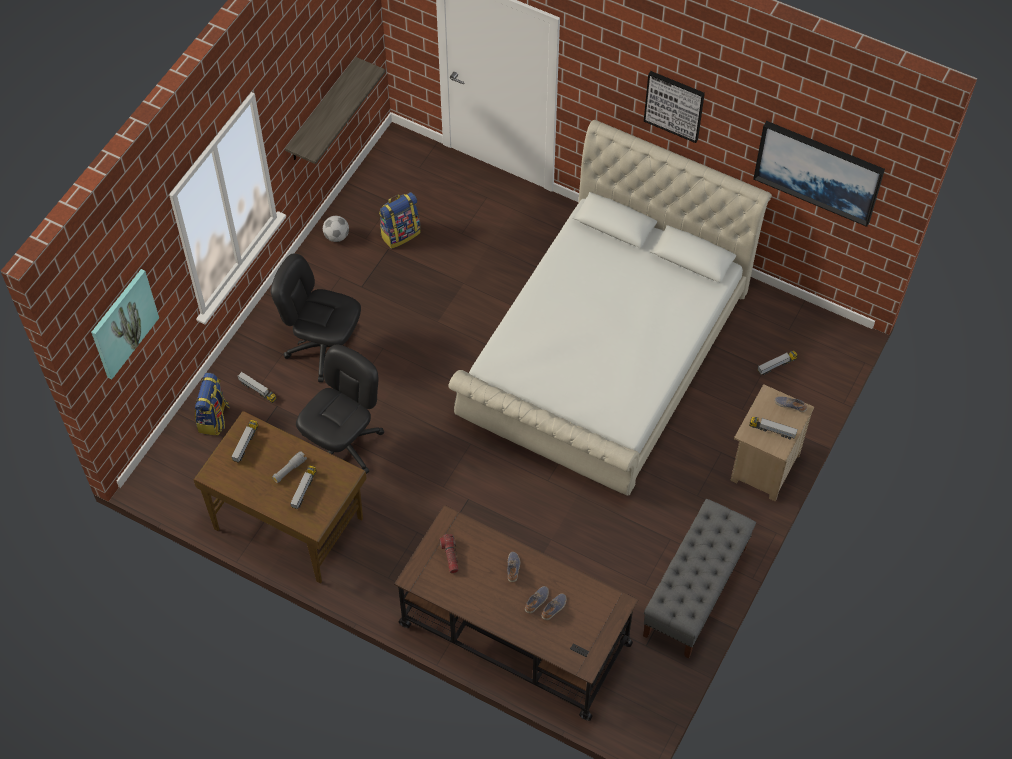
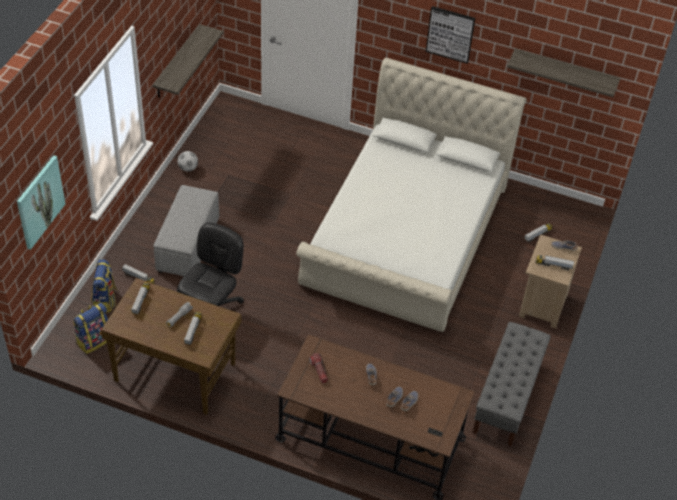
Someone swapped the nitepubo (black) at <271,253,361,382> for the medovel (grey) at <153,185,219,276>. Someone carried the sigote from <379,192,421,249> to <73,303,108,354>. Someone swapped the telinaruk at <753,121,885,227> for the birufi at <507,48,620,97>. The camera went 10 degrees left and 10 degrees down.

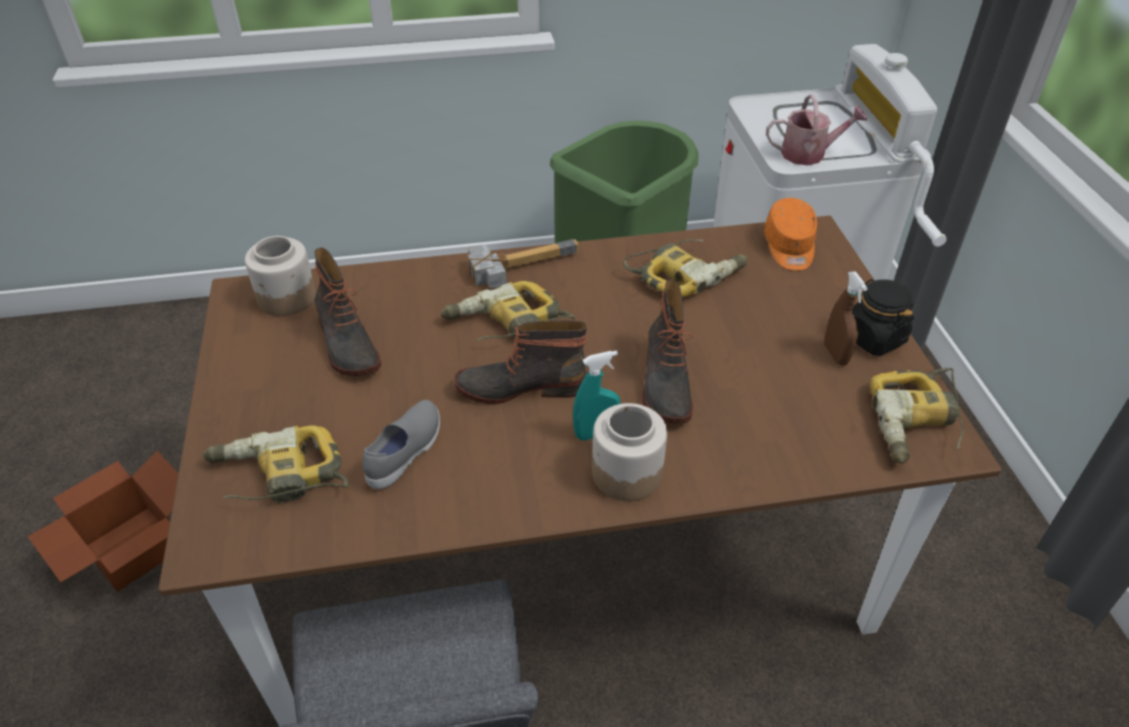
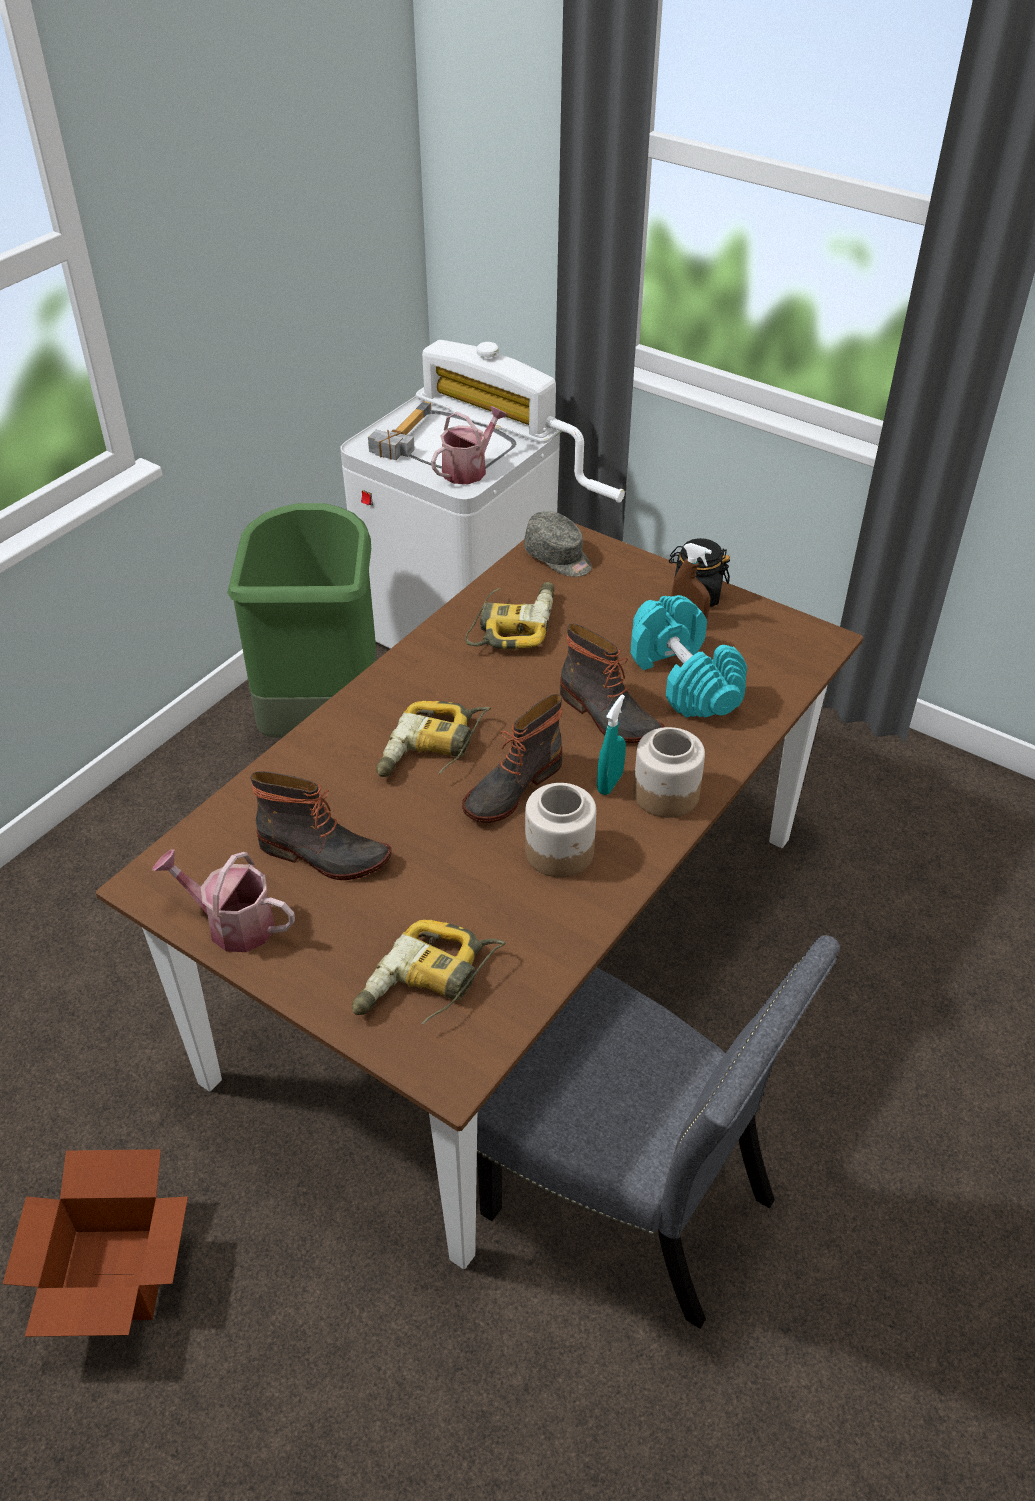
Someone carried the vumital from <245,236,316,316> to <525,783,596,878>. Someone took away the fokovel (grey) at <363,400,440,489>. Someone carried the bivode from <468,239,579,289> to <368,401,431,460>. Someone repainted the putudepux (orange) at <764,198,817,271>, which became the putudepux (grey) at <524,511,592,577>. Someone took away the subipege at <870,368,964,464>. Someone put down the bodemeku at <152,849,295,952>. Someone put down the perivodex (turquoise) at <631,595,747,718>. The camera went 45 degrees left and 0 degrees up.

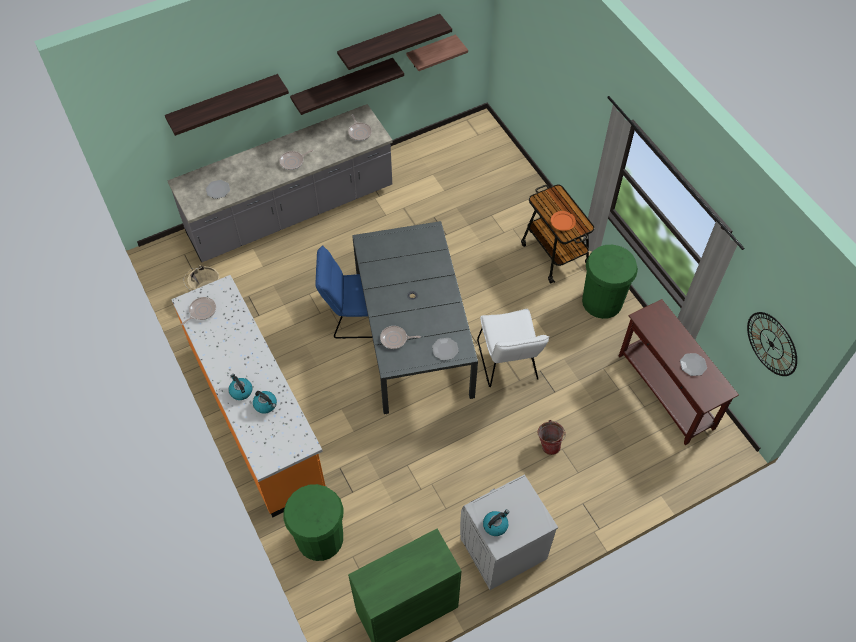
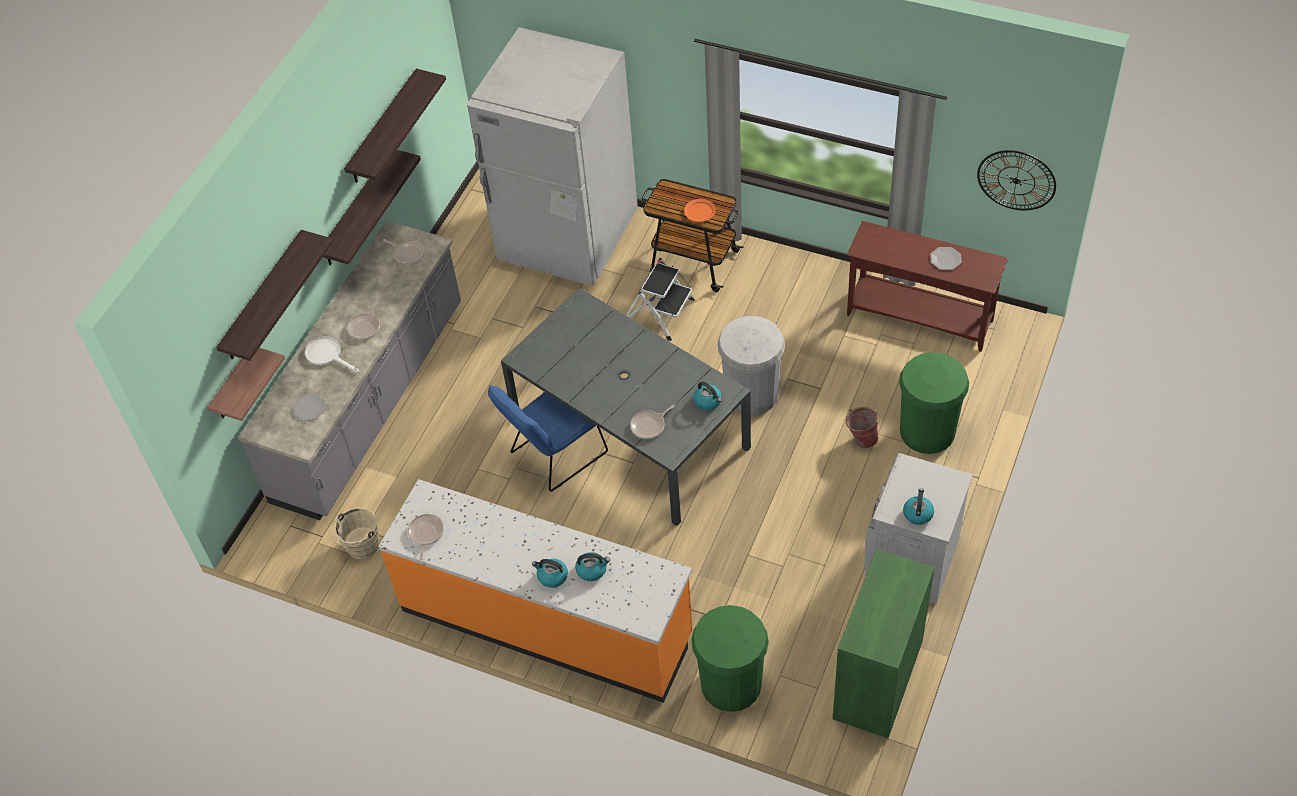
Someone carried the birufi from <406,34,468,71> to <207,348,285,421>. Someone swapped the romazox at <432,338,459,360> for the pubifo at <693,381,722,410>. Someone swapped the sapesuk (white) at <477,309,549,387> for the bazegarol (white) at <717,316,785,416>. Someone carried the bazegarol (green) from <582,245,638,319> to <899,352,969,454>. Someone put down the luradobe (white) at <305,336,359,373>. Someone put down the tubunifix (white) at <467,27,638,286>. Someone put down the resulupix at <626,258,695,341>. The camera went 35 degrees left and 5 degrees down.

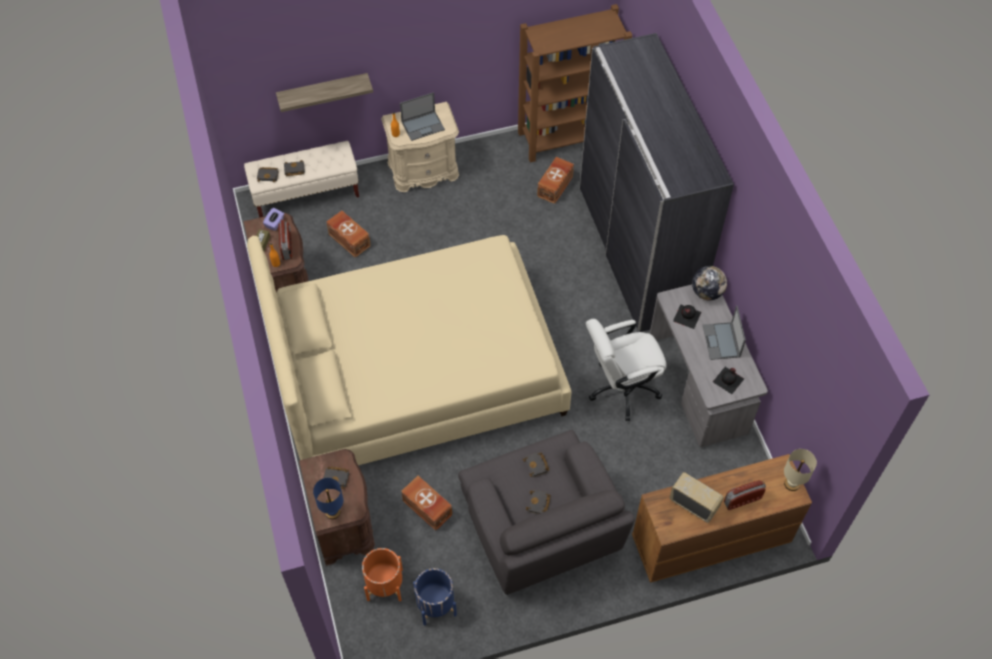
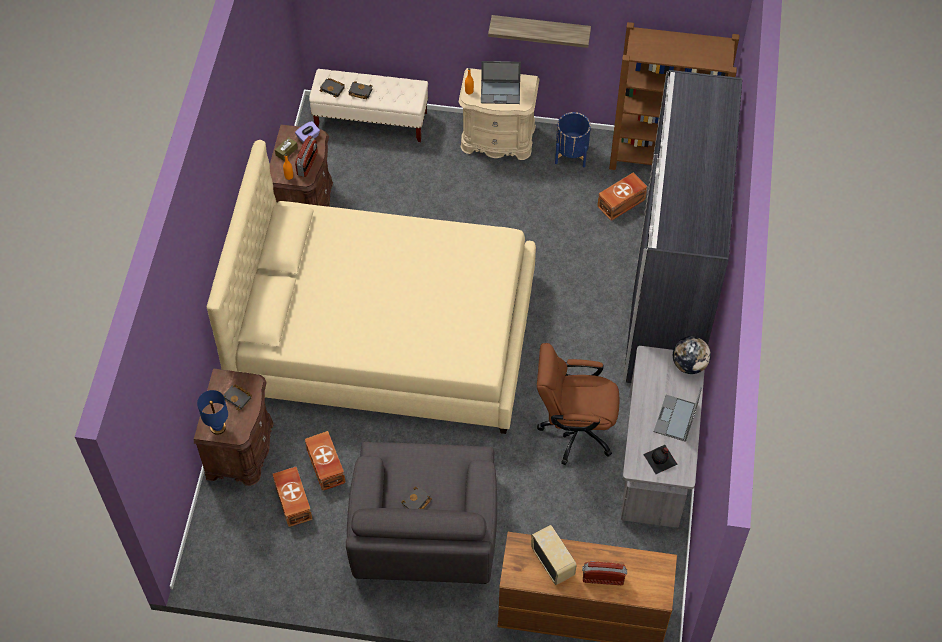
Someone carried the birufi from <276,73,373,112> to <488,15,591,48>. Someone carried the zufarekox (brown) from <326,210,371,258> to <273,467,312,527>. Someone took away the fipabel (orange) at <362,548,403,601>. Someone carried the fipabel (blue) from <413,568,457,625> to <555,112,591,167>. Someone took away the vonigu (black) at <523,452,549,477>. Someone repainted the nitepubo (white) at <586,319,666,421>, which became the nitepubo (brown) at <537,343,619,465>. Someone took away the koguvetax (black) at <673,304,701,329>. Someone took away the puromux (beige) at <784,449,817,491>. The camera went 25 degrees right and 0 degrees up.

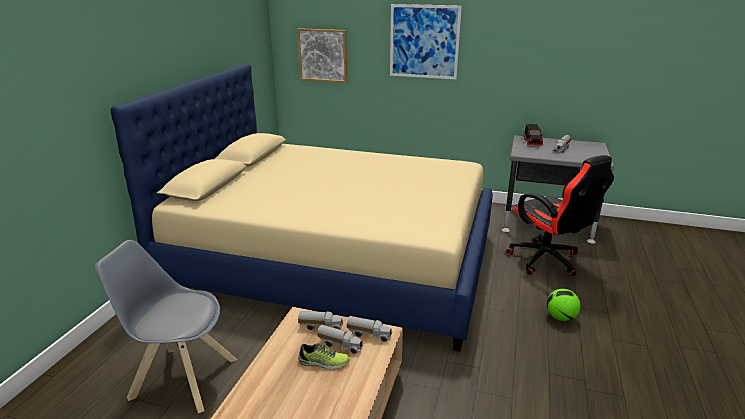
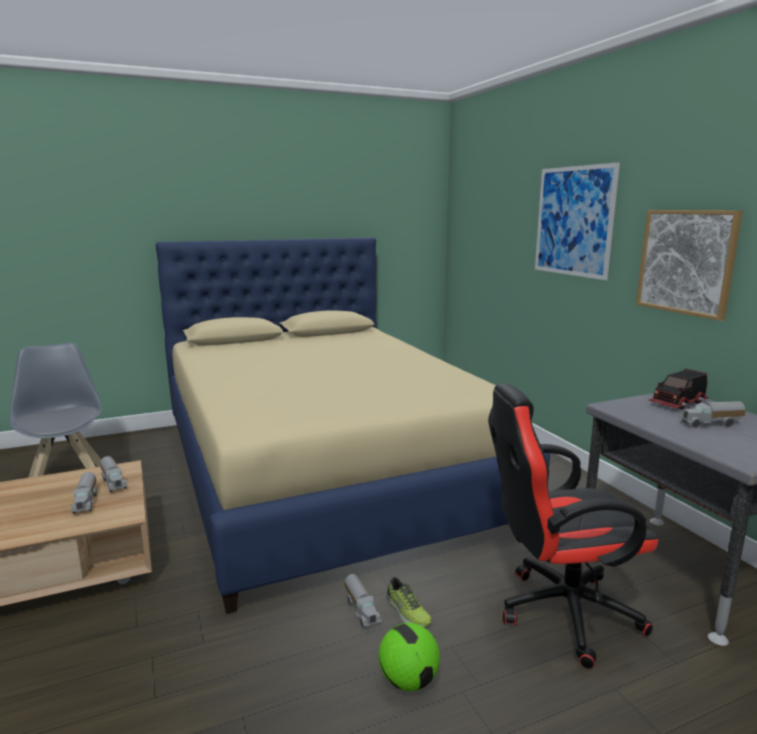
Someone carried the telinaruk from <297,28,347,83> to <636,210,743,321>. Someone carried the fokovel from <298,343,350,370> to <386,577,432,627>. Someone carried the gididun from <347,316,393,342> to <344,574,382,628>. Someone rotated the nitepubo (black) at <506,155,614,276> by 60 degrees clockwise. The camera went 50 degrees right and 10 degrees down.

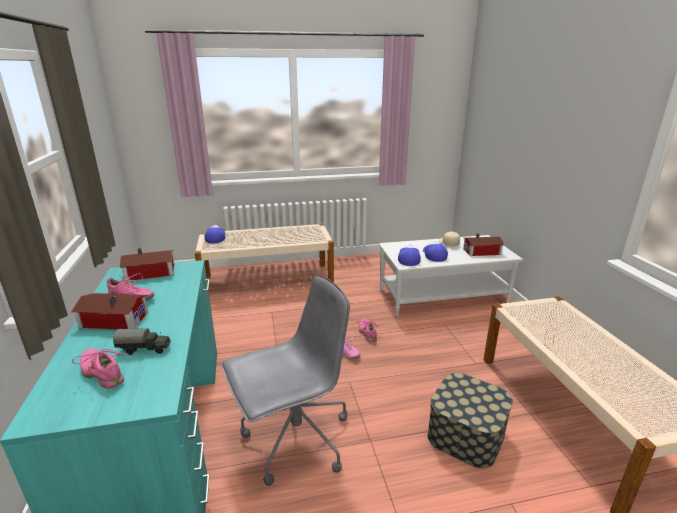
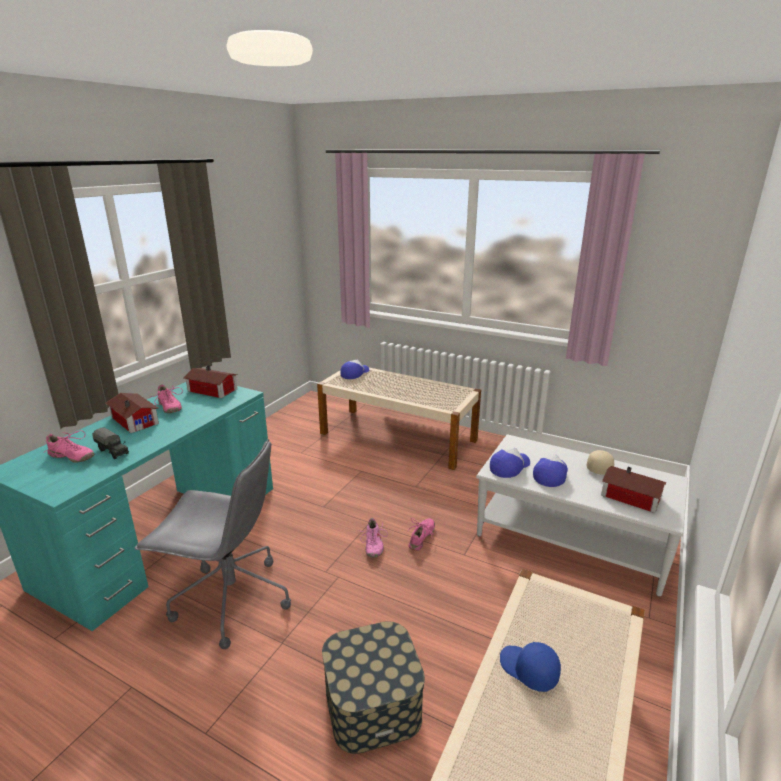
Someone rotated the fokovel (pink) at <72,348,129,389> by 120 degrees clockwise. Someone put down the putudepux (blue) at <500,642,561,692>. The camera went 40 degrees right and 0 degrees up.

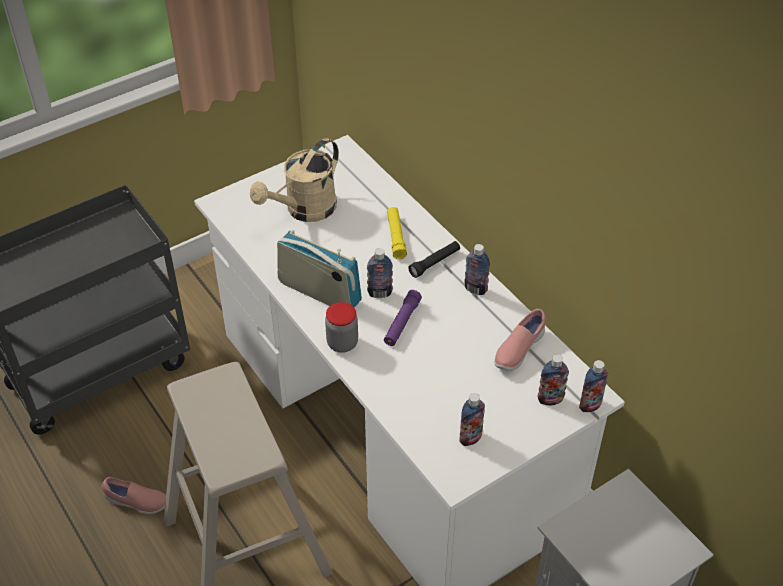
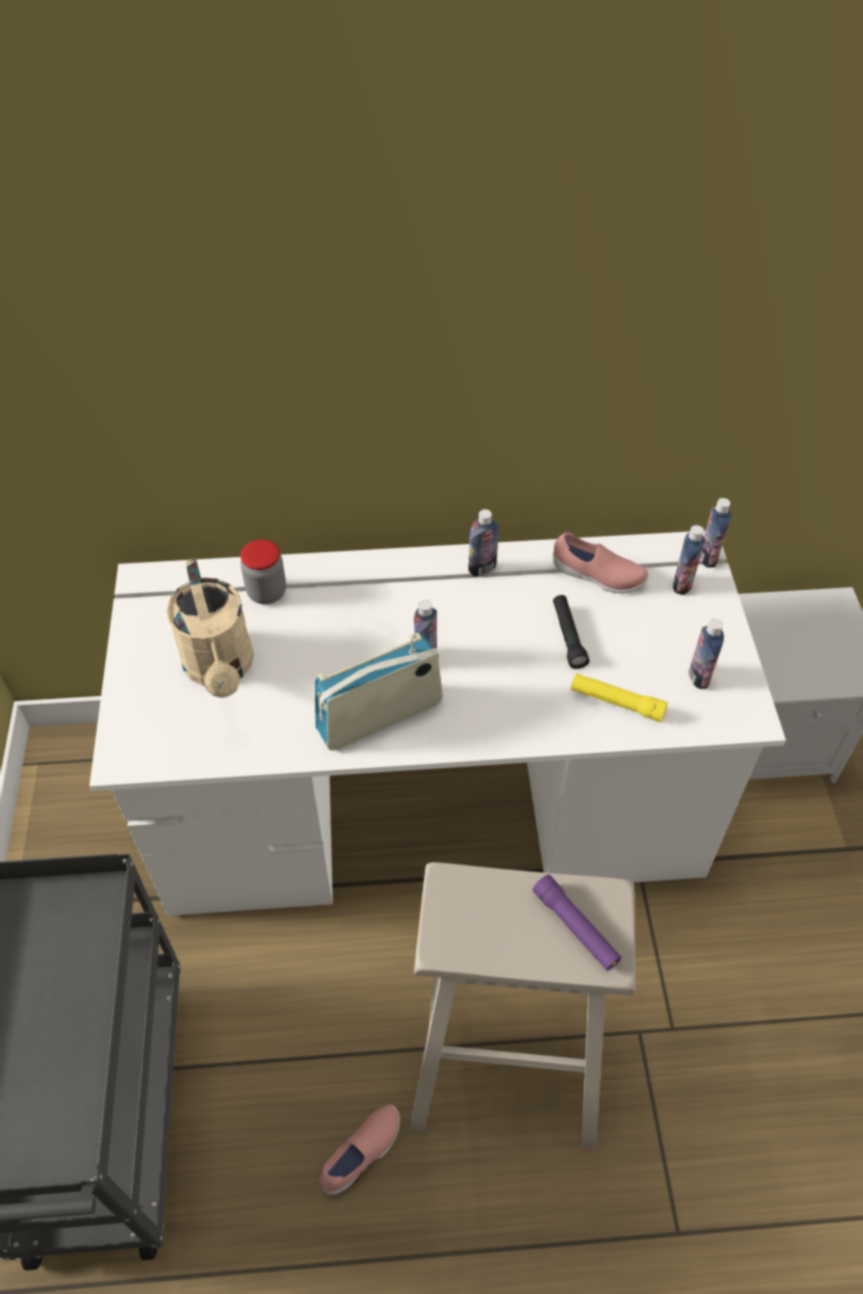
Someone carried the vumital from <325,302,358,353> to <240,540,286,604>. Someone carried the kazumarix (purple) from <384,290,422,346> to <532,874,621,971>. Someone carried the kazumarix (yellow) from <387,207,407,259> to <571,674,668,722>. Someone carried the kazumarix (black) from <408,241,460,278> to <553,595,589,669>. Someone rotated the fokovel (pink) at <494,309,546,371> by 45 degrees counterclockwise. The camera went 60 degrees left and 5 degrees up.

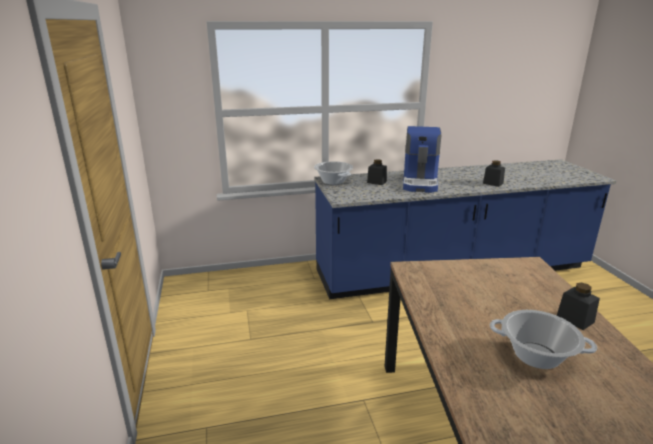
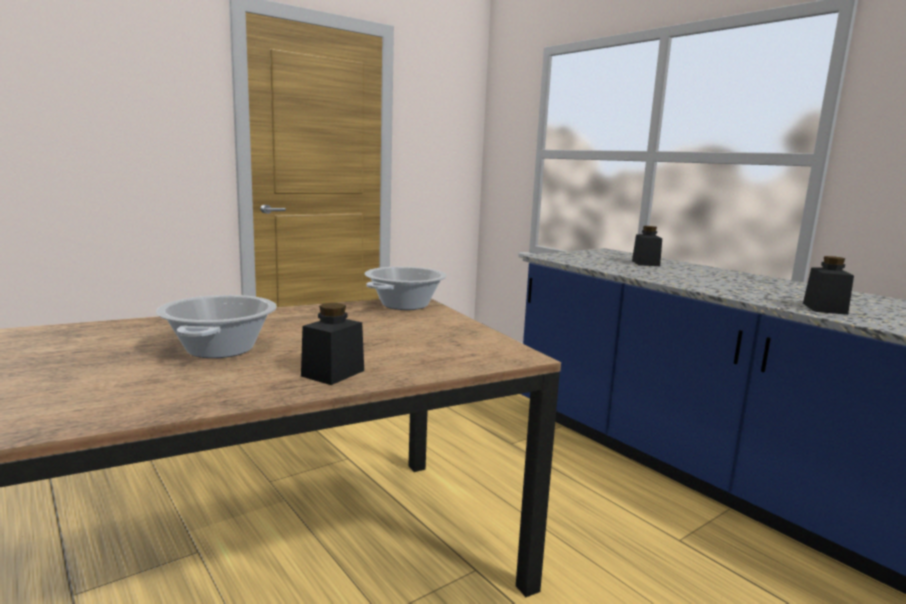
Someone carried the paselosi from <314,161,353,185> to <365,266,447,310>. Someone took away the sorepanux at <403,126,441,193>. The camera went 65 degrees right and 10 degrees down.

